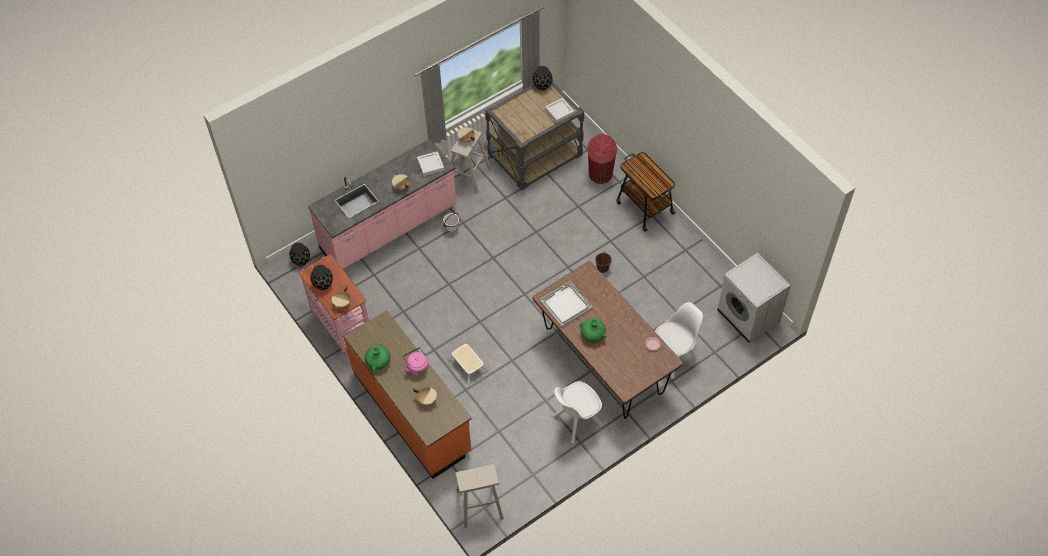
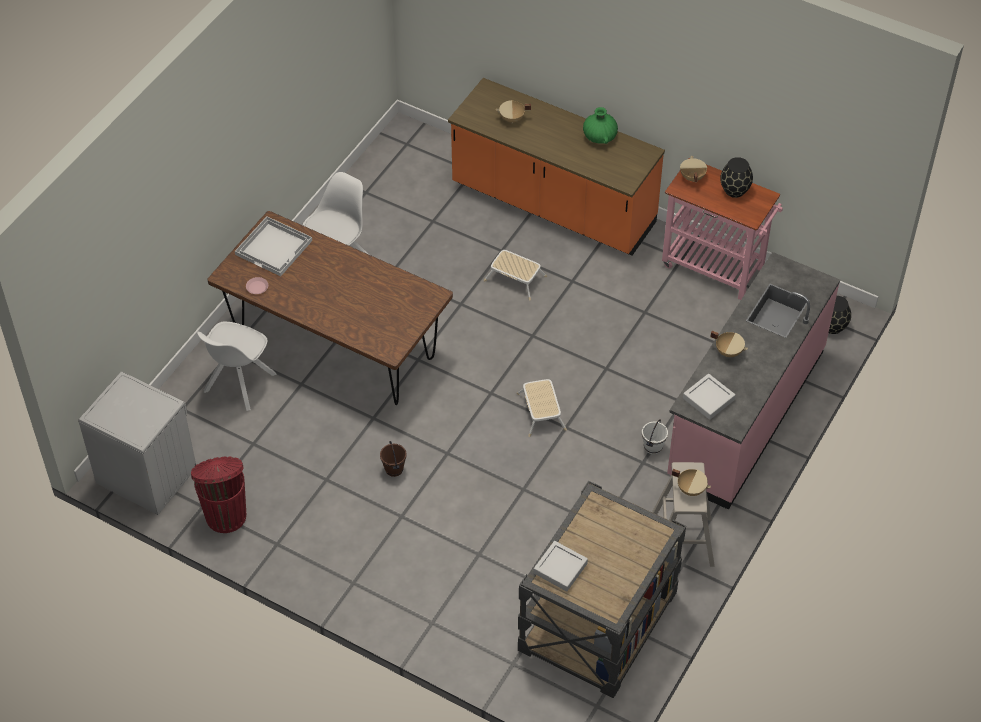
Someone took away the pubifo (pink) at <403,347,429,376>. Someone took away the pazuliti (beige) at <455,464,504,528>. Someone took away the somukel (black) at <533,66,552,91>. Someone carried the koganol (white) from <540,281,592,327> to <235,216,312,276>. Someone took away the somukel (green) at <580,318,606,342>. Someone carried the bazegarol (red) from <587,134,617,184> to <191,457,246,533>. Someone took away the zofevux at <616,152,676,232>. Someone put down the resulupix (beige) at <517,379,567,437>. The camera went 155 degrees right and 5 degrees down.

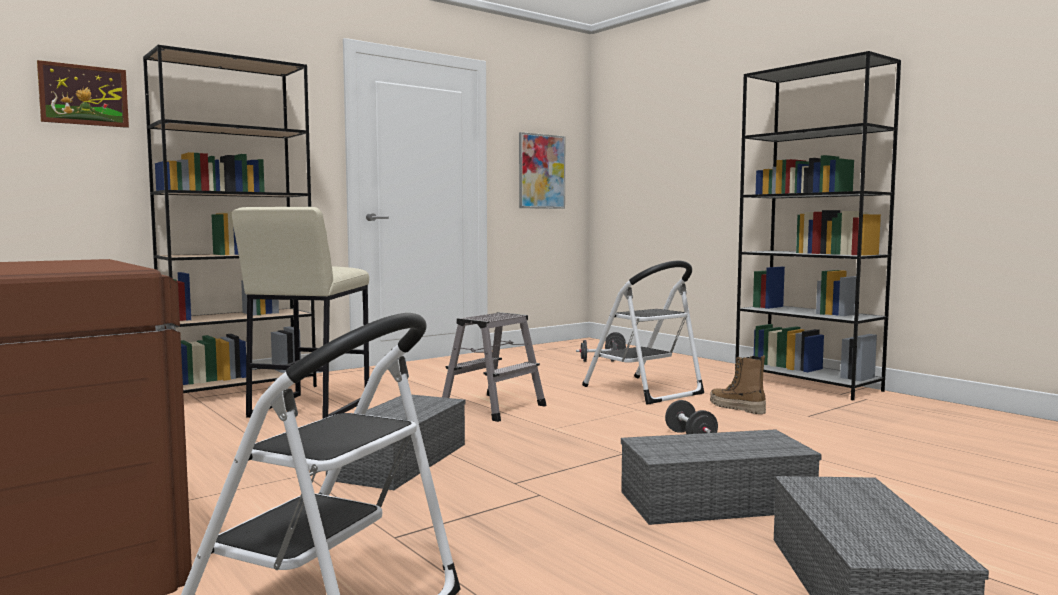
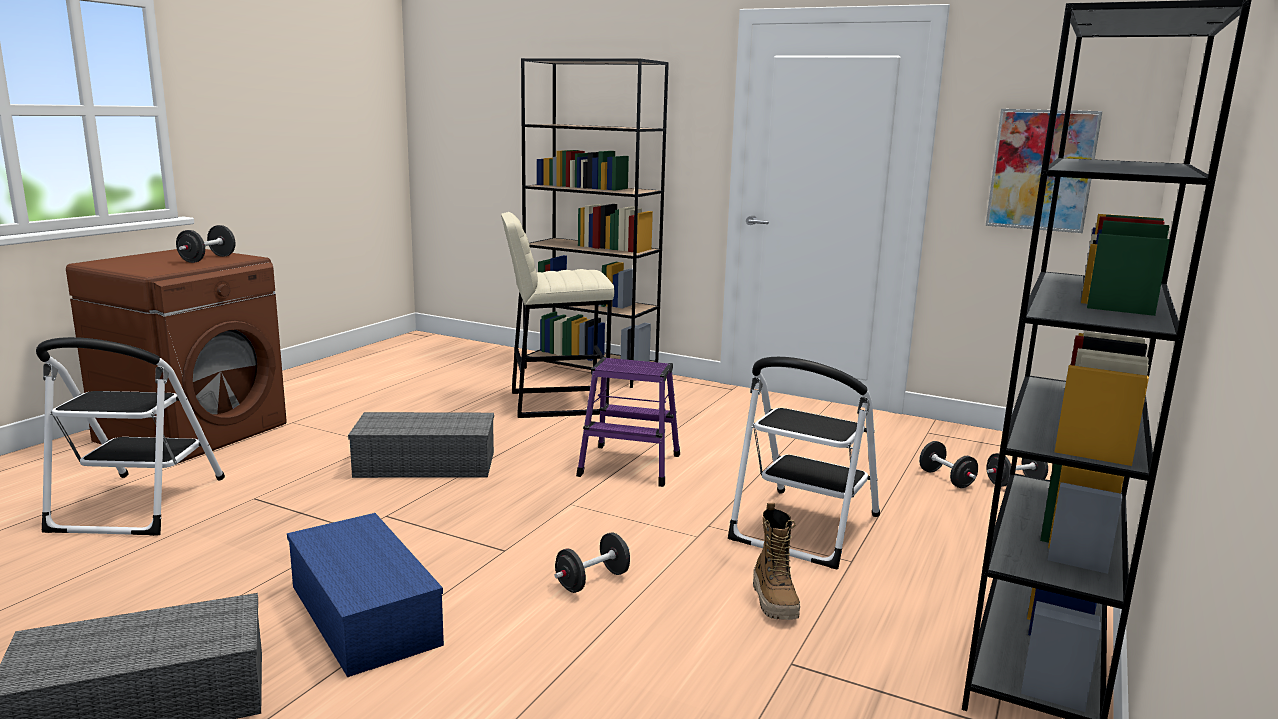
Someone took away the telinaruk at <37,60,129,128>. Someone repainted the resulupix (grey) at <442,312,547,422>, which became the resulupix (purple) at <576,357,680,487>. Someone repainted the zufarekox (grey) at <621,429,822,525>, which became the zufarekox (blue) at <287,513,444,677>. Someone rotated the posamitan at <710,355,766,414> by 150 degrees clockwise. Someone put down the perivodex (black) at <176,225,236,263>. The camera went 65 degrees right and 10 degrees up.

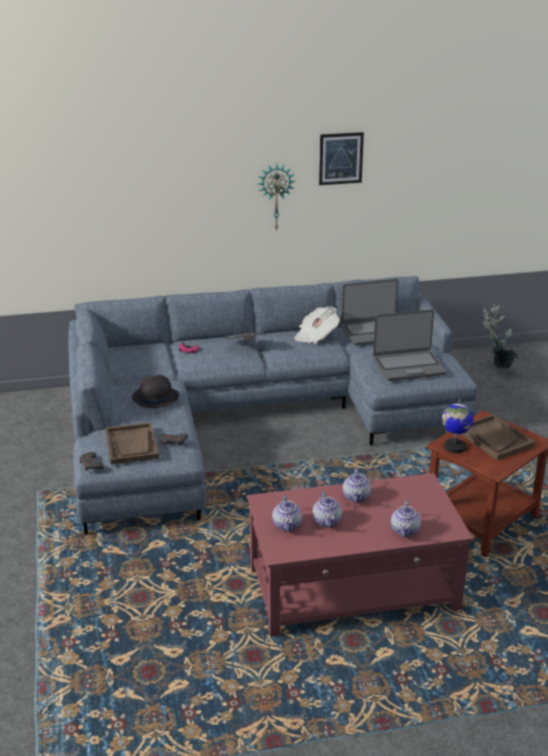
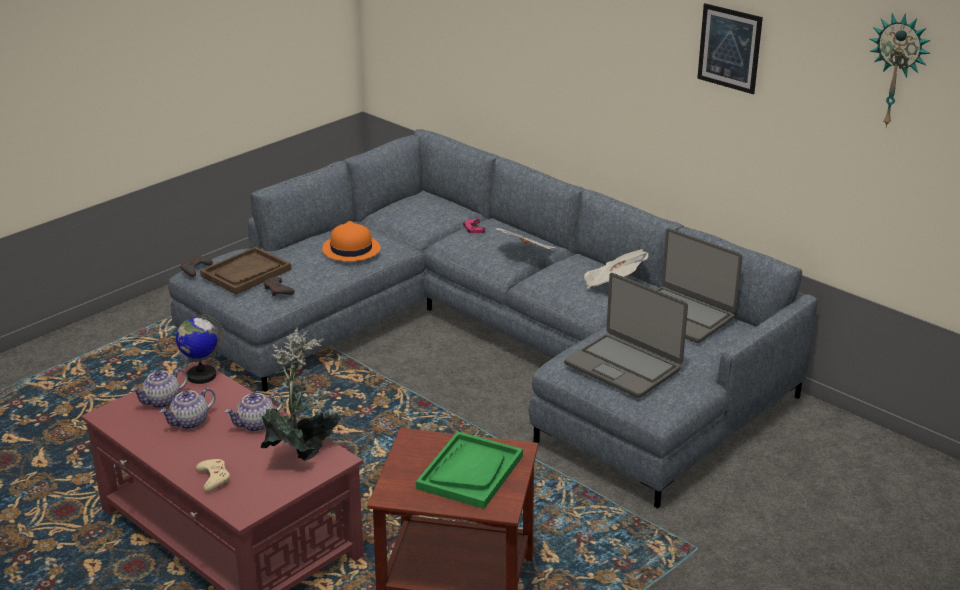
Someone repainted the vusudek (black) at <132,375,179,408>, which became the vusudek (orange) at <322,221,380,261>. Someone carried the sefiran from <258,164,296,231> to <870,13,931,128>. Someone swapped the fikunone at <391,500,421,537> for the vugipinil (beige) at <196,459,230,492>. Someone carried the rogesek from <442,399,473,453> to <176,314,224,384>. Someone repainted the koganol (brown) at <461,414,535,460>, which became the koganol (green) at <416,431,523,509>. Someone carried the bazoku from <482,305,520,369> to <261,327,341,461>. The camera went 55 degrees right and 0 degrees up.

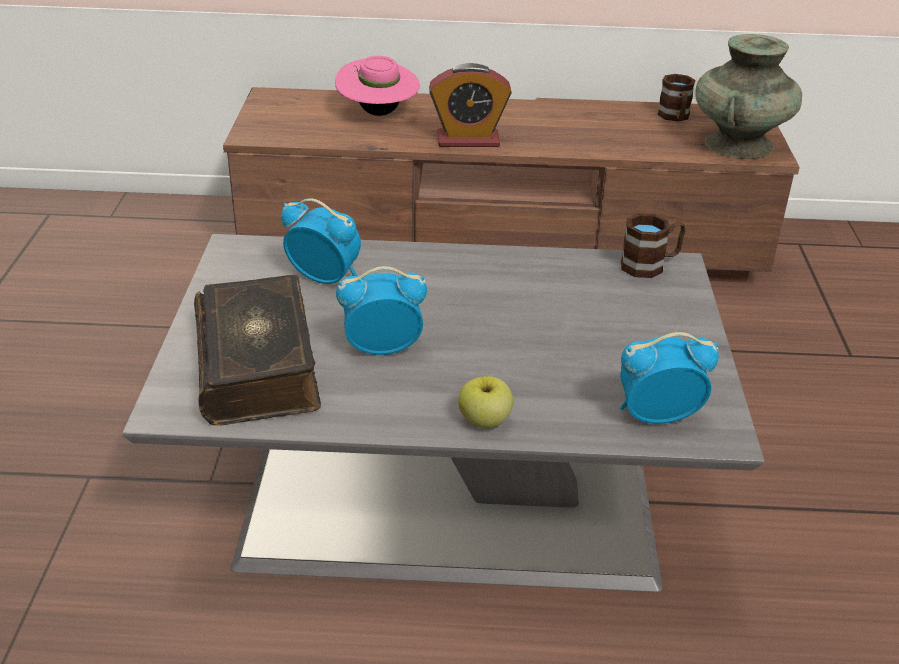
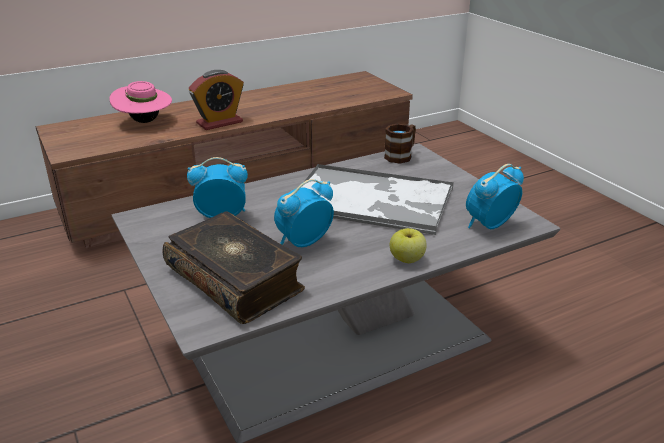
Someone took away the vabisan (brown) at <657,74,695,122>. Someone took away the somukel (turquoise) at <695,34,802,159>. Someone put down the koganol at <302,163,454,235>. The camera went 30 degrees left and 5 degrees down.

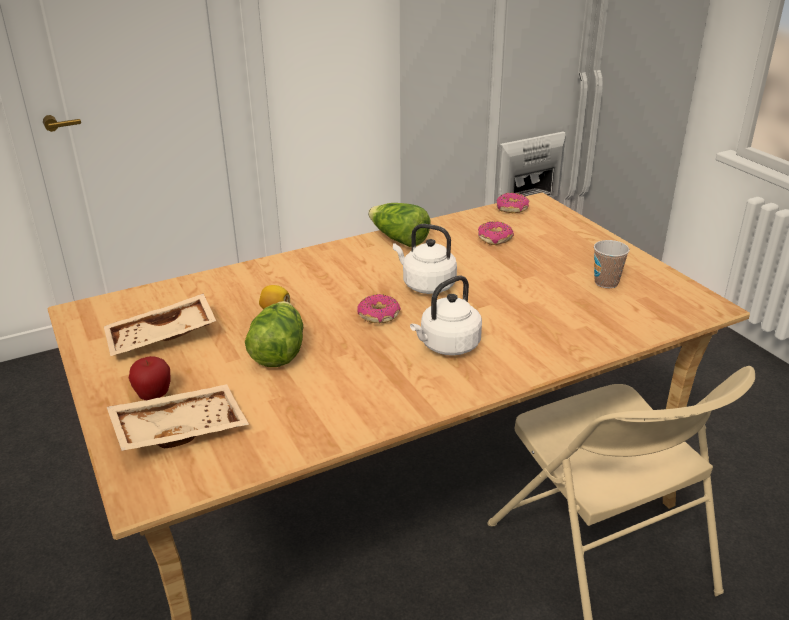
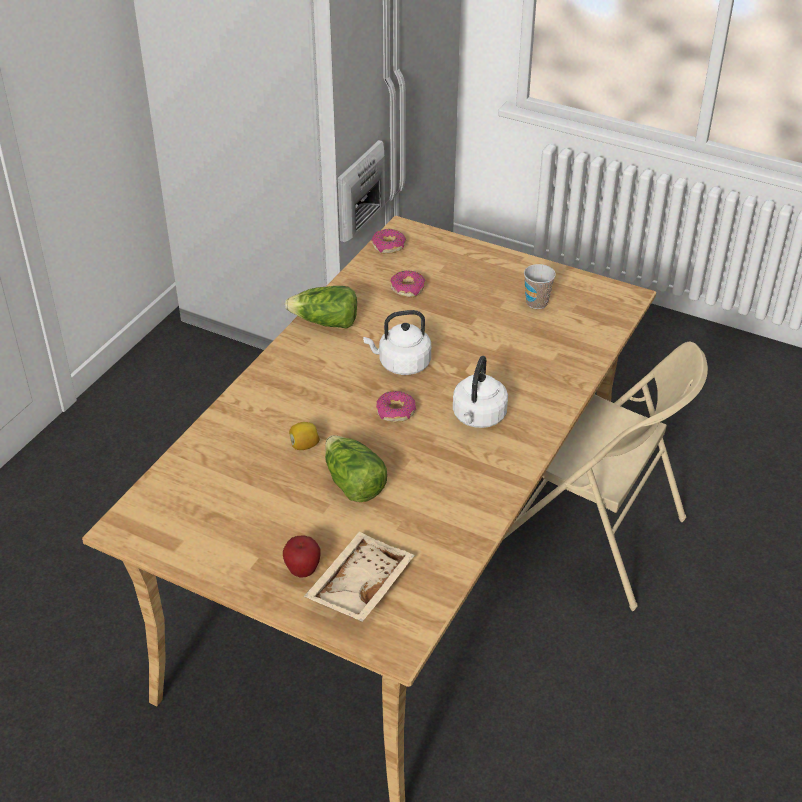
Someone took away the koganol (beige) at <104,293,216,356>. The camera went 35 degrees left and 10 degrees up.

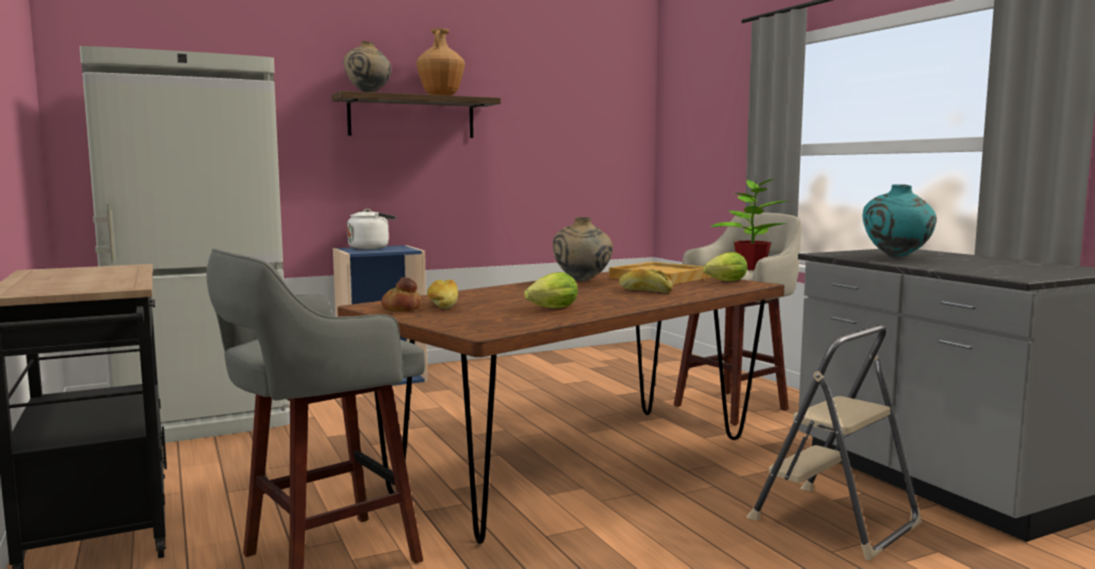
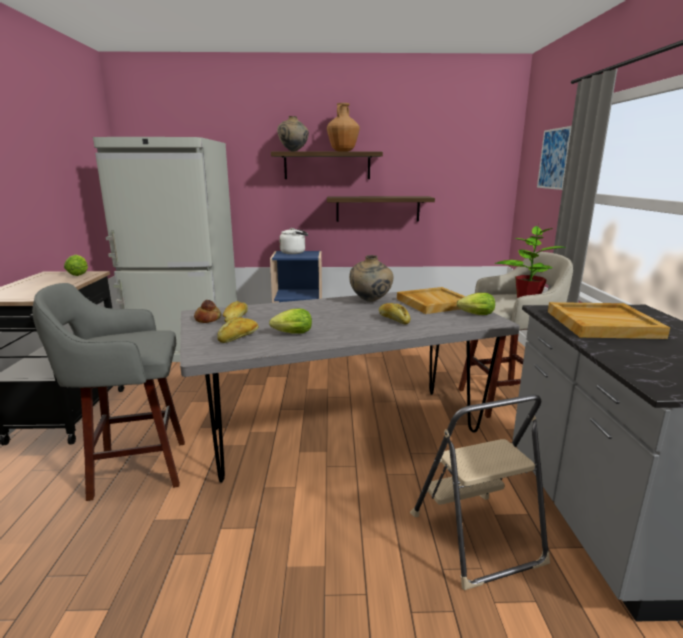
Someone repainted the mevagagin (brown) at <338,272,784,544>, which became the mevagagin (grey) at <180,292,520,483>. Someone swapped the somukel (turquoise) at <863,184,937,257> for the koganol (beige) at <548,302,670,339>. Someone put down the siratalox at <64,255,88,276>. Someone put down the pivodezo at <217,317,259,343>. Someone put up the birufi at <327,196,435,222>. Someone put up the telinaruk at <537,126,572,190>. The camera went 25 degrees right and 10 degrees up.

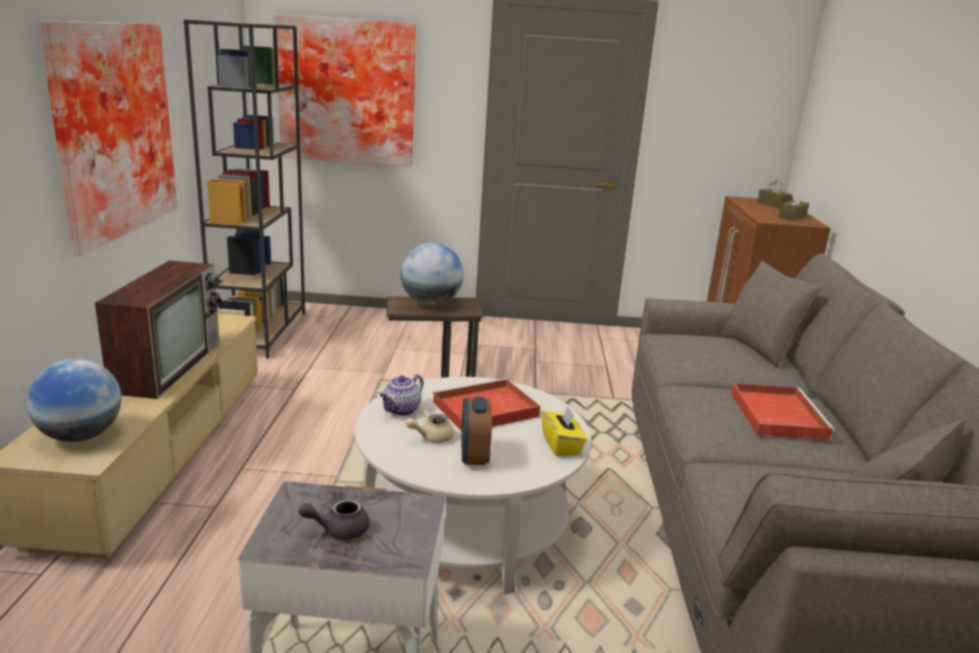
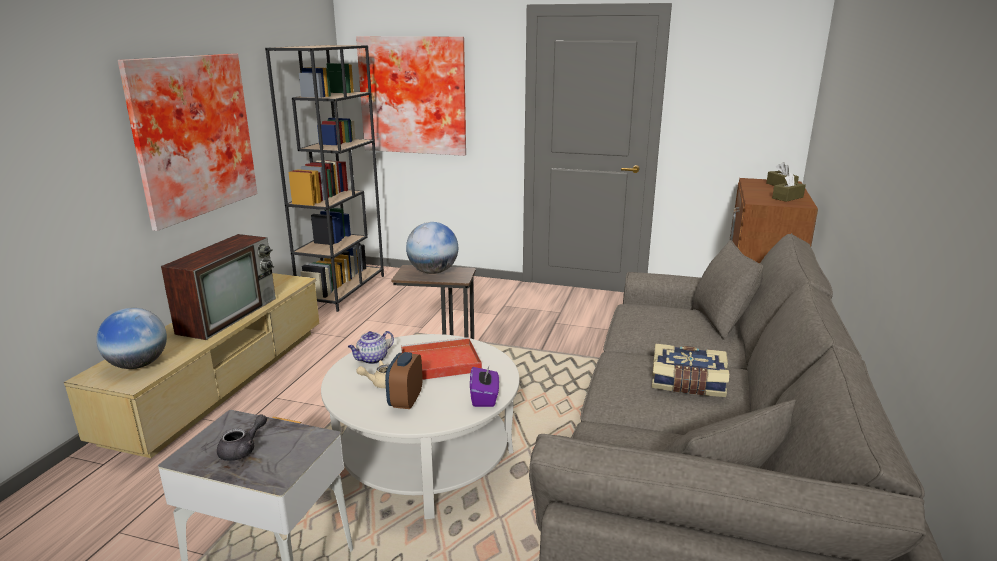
Someone rotated the fikunone (grey) at <299,490,370,540> by 135 degrees clockwise. Someone repainted the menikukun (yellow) at <542,406,587,456>, which became the menikukun (purple) at <470,364,499,407>. Someone swapped the koganol (red) at <731,383,835,440> for the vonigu at <652,344,729,397>. The camera went 15 degrees right and 0 degrees up.

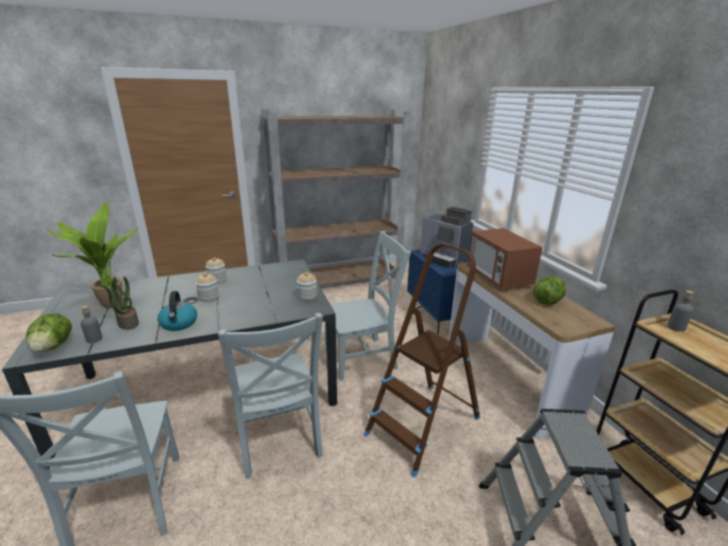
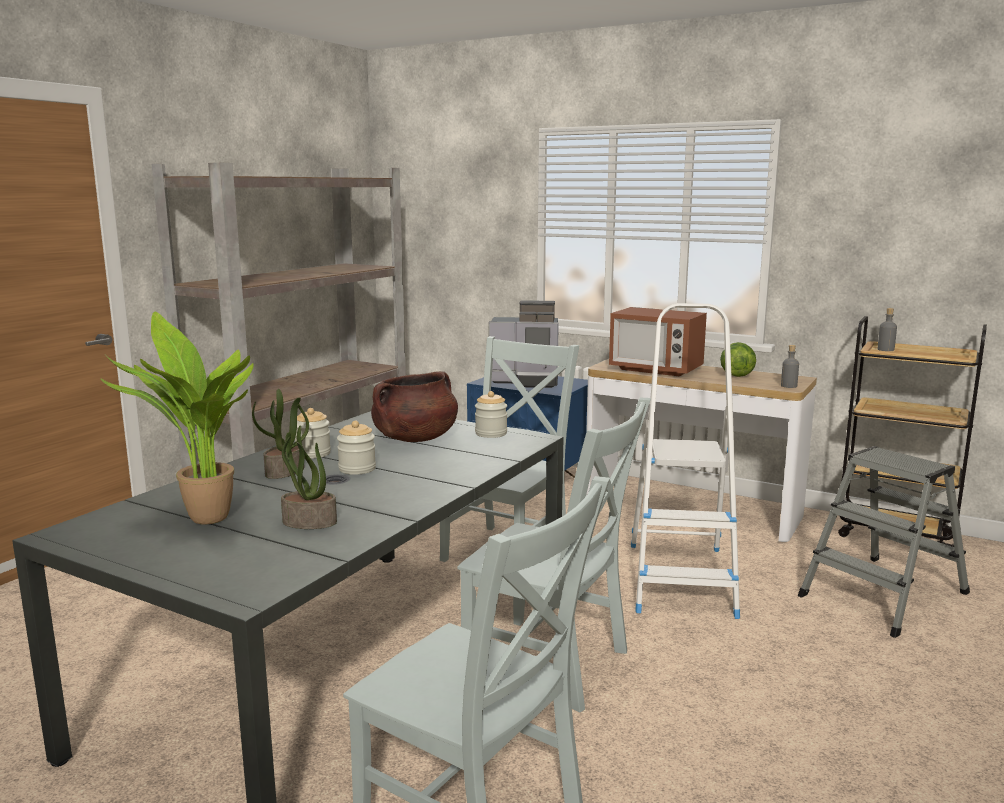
Someone took away the siratalox at <26,313,72,352>. Someone carried the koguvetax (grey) from <81,306,102,343> to <781,345,799,388>. Someone took away the pubifo at <157,291,197,331>. Someone repainted the resulupix (brown) at <364,244,480,477>, which became the resulupix (white) at <631,303,740,619>. Someone put down the bazoku at <252,389,309,479>. Someone put down the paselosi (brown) at <371,371,458,442>. The camera went 40 degrees left and 10 degrees down.

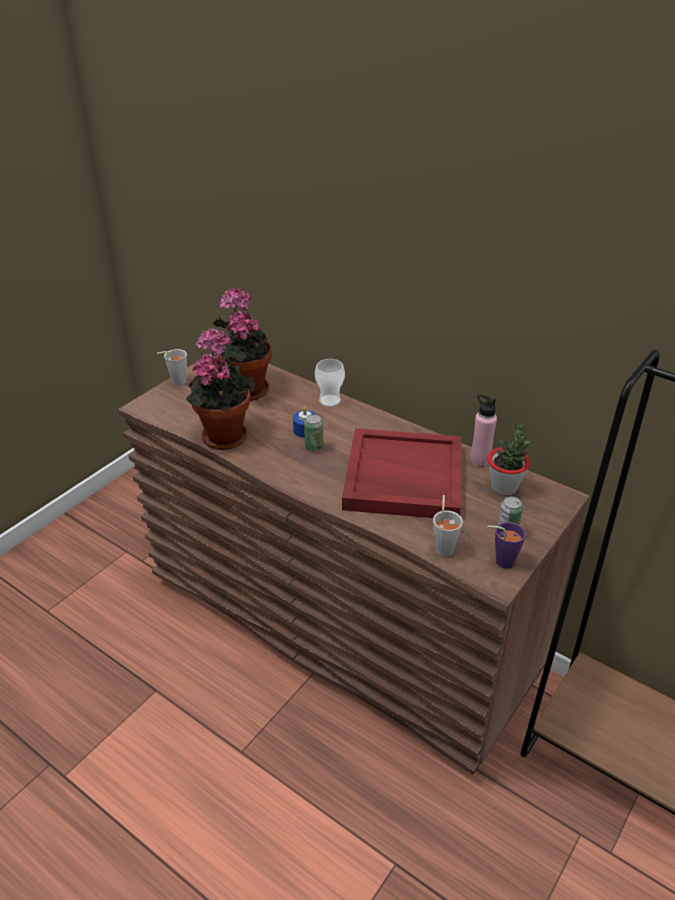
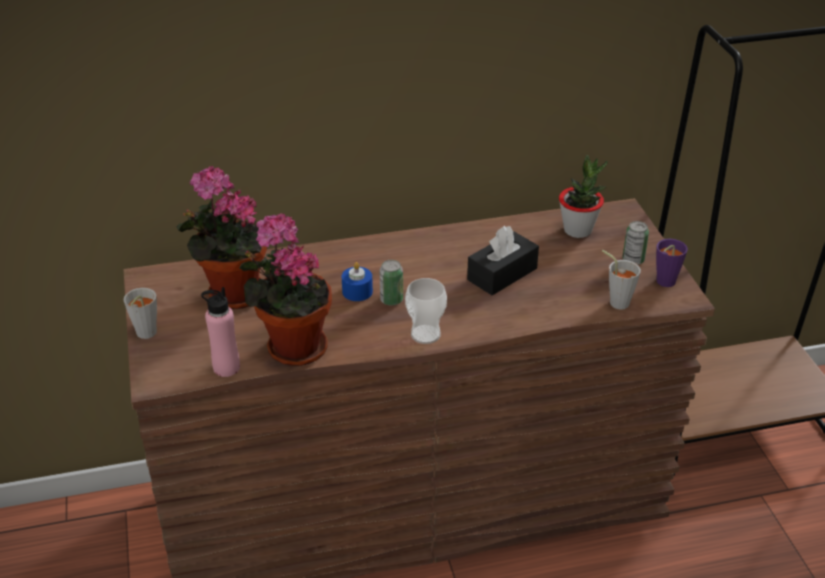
Someone carried the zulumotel from <315,359,345,407> to <405,278,447,344>. Someone swapped the koganol (red) at <342,428,462,518> for the menikukun (black) at <467,226,539,295>. Someone carried the koguvetax (pink) from <470,394,497,467> to <201,287,240,377>. The camera went 50 degrees left and 0 degrees up.

